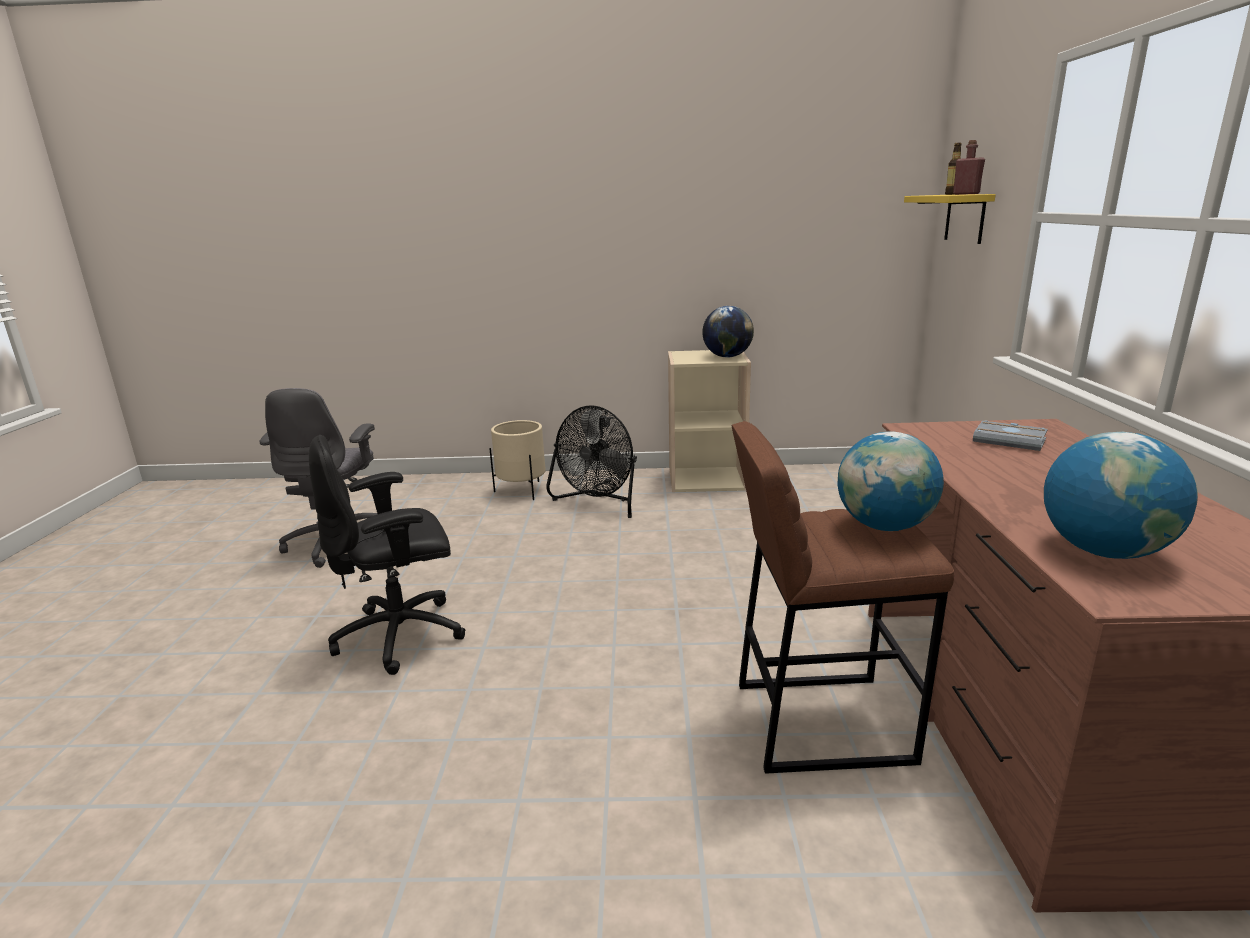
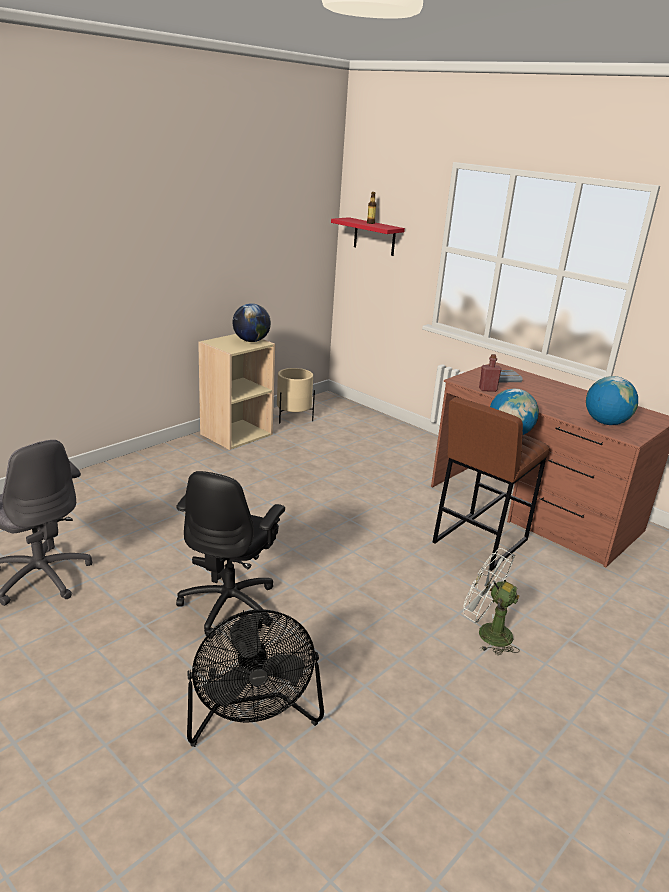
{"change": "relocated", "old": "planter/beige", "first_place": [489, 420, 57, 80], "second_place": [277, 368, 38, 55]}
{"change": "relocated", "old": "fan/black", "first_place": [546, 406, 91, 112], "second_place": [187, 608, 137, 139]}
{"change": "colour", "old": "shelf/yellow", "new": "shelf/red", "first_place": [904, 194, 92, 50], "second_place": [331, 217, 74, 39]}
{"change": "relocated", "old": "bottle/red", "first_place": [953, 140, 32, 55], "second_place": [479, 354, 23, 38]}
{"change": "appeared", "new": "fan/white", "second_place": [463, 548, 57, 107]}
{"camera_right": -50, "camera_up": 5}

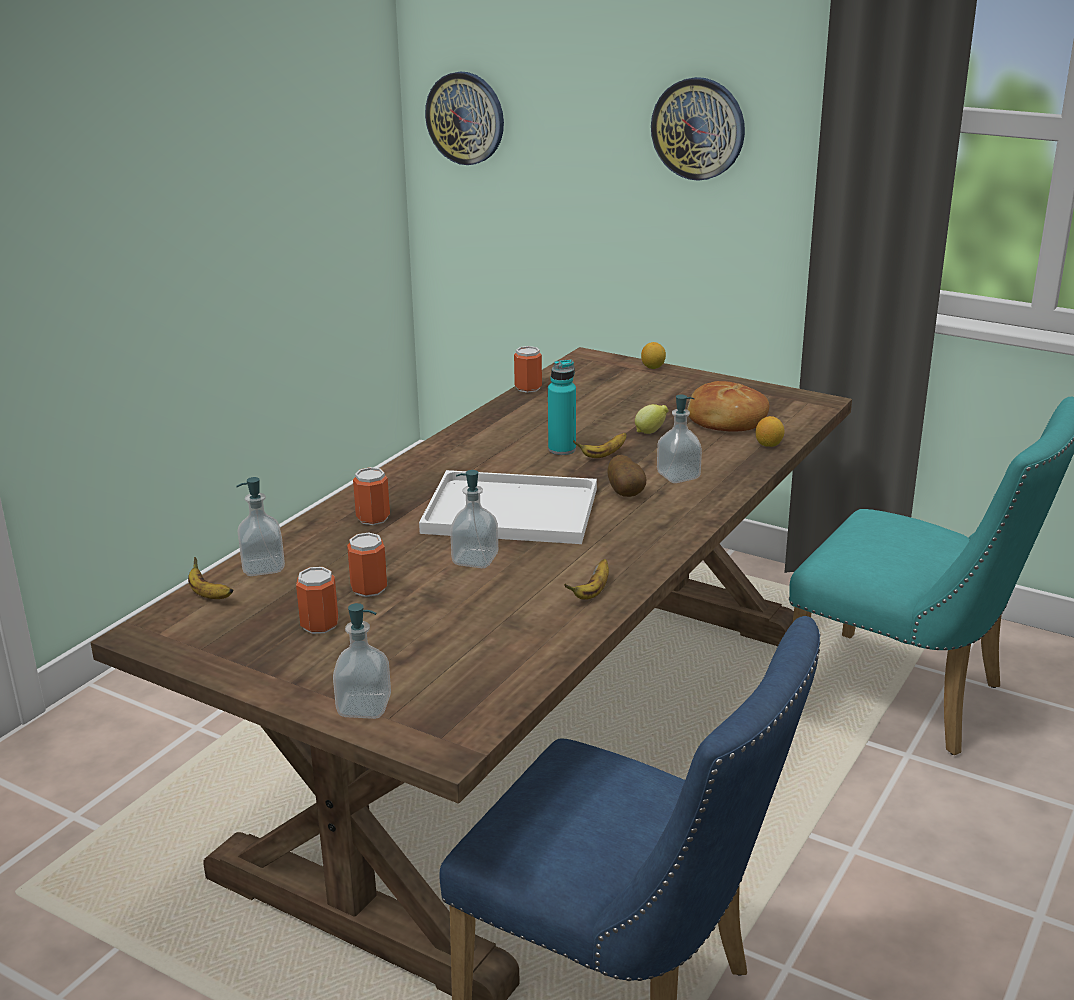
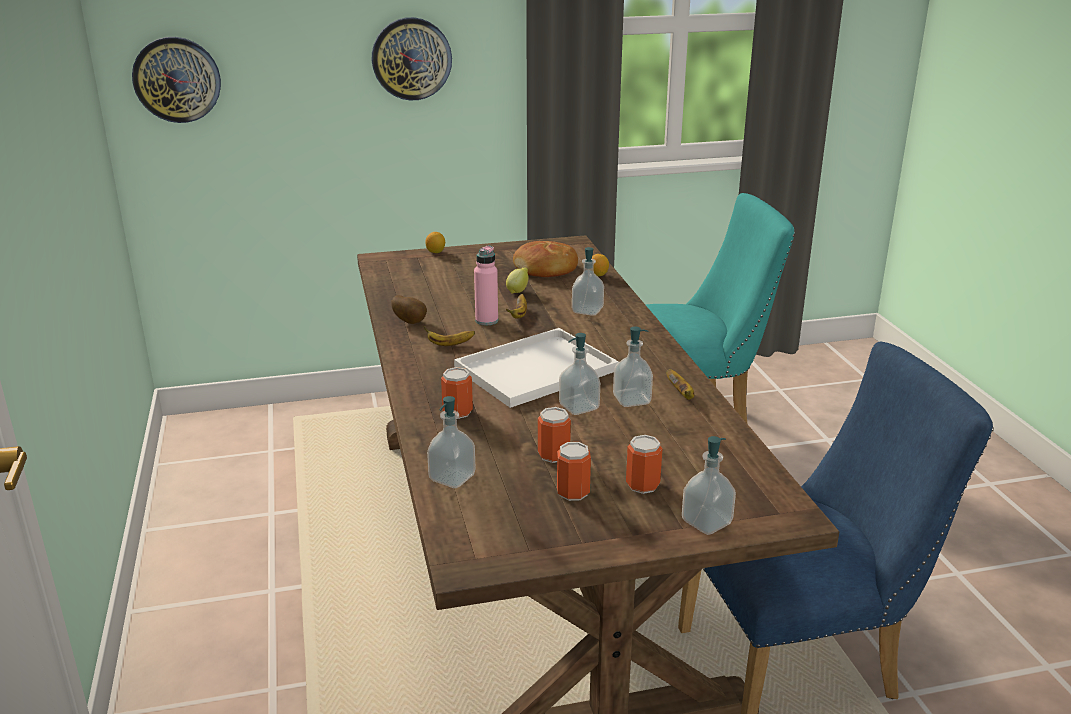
{"change": "relocated", "old": "banana", "first_place": [188, 557, 45, 42], "second_place": [423, 326, 52, 20]}
{"change": "relocated", "old": "can", "first_place": [514, 346, 28, 47], "second_place": [626, 435, 36, 59]}
{"change": "colour", "old": "bottle/turquoise", "new": "bottle/pink", "first_place": [548, 360, 28, 95], "second_place": [474, 246, 24, 79]}
{"change": "relocated", "old": "potato", "first_place": [607, 455, 39, 42], "second_place": [391, 295, 36, 29]}
{"change": "appeared", "new": "soap dispenser", "second_place": [613, 326, 40, 81]}
{"camera_right": -45, "camera_up": 0}

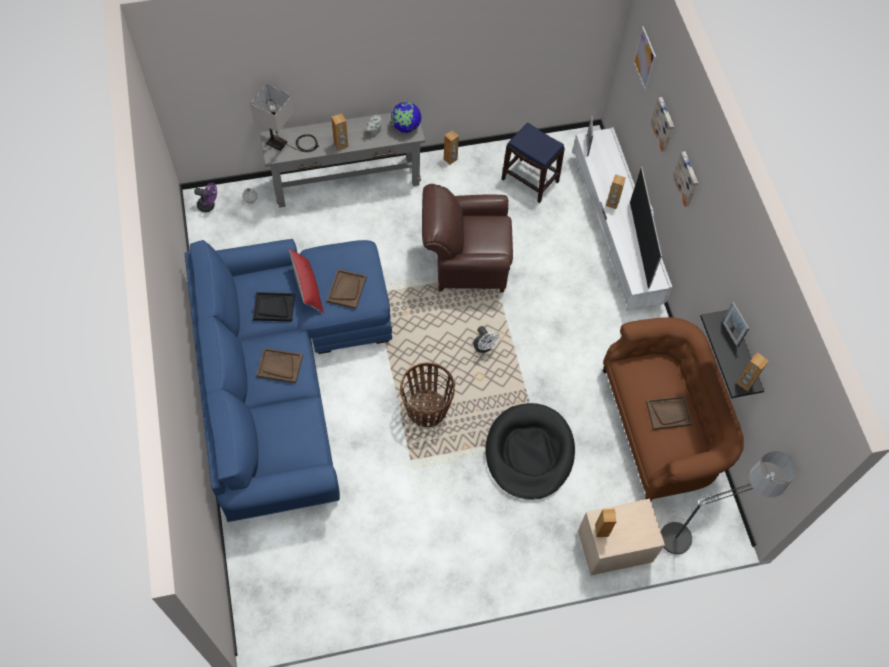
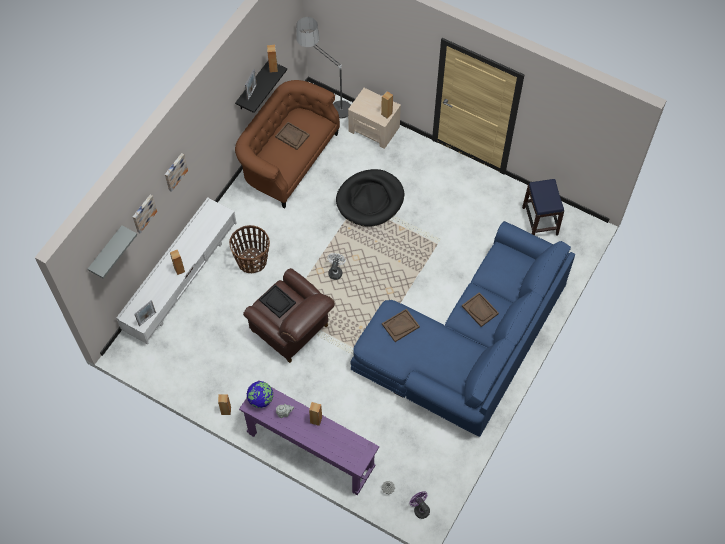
{"change": "missing", "old": "table lamp", "first_place": [250, 84, 69, 68]}
{"change": "relocated", "old": "tray/black", "first_place": [253, 292, 42, 30], "second_place": [259, 284, 37, 34]}
{"change": "colour", "old": "console table/grey", "new": "console table/purple", "first_place": [260, 113, 165, 95], "second_place": [239, 380, 140, 115]}
{"change": "missing", "old": "pillow/red", "first_place": [289, 249, 35, 64]}
{"change": "relocated", "old": "basket", "first_place": [400, 363, 55, 64], "second_place": [229, 225, 41, 48]}
{"change": "relocated", "old": "stool", "first_place": [502, 123, 63, 80], "second_place": [522, 179, 42, 57]}
{"change": "missing", "old": "television", "first_place": [630, 167, 32, 122]}
{"change": "exchanged", "old": "picture", "new": "shelf/grey", "first_place": [633, 26, 23, 65], "second_place": [88, 226, 49, 53]}
{"camera_right": -135, "camera_up": 0}

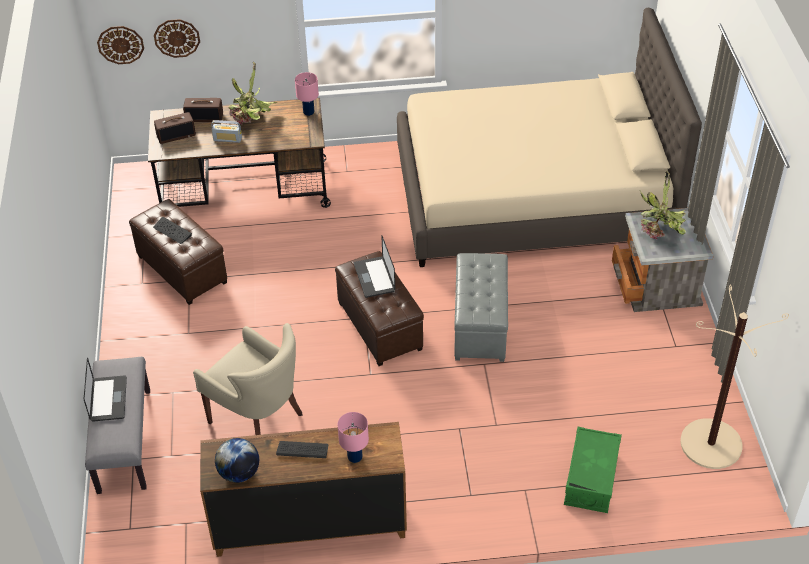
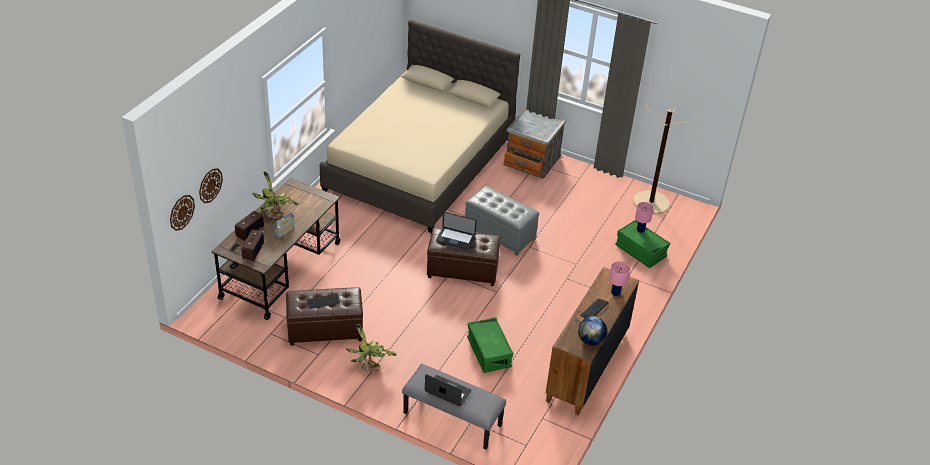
{"change": "exchanged", "old": "armchair/beige", "new": "storage box/green", "first_place": [193, 323, 110, 112], "second_place": [467, 317, 46, 56]}
{"change": "relocated", "old": "table lamp/pink", "first_place": [295, 72, 24, 44], "second_place": [635, 202, 19, 31]}
{"change": "relocated", "old": "potted plant", "first_place": [640, 171, 46, 69], "second_place": [346, 324, 50, 48]}
{"camera_right": -60, "camera_up": -5}

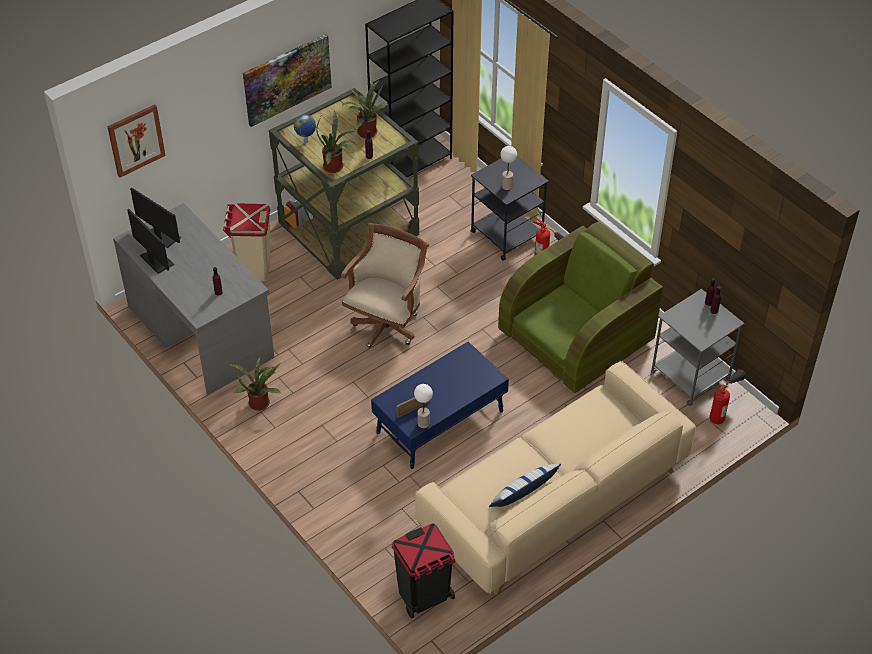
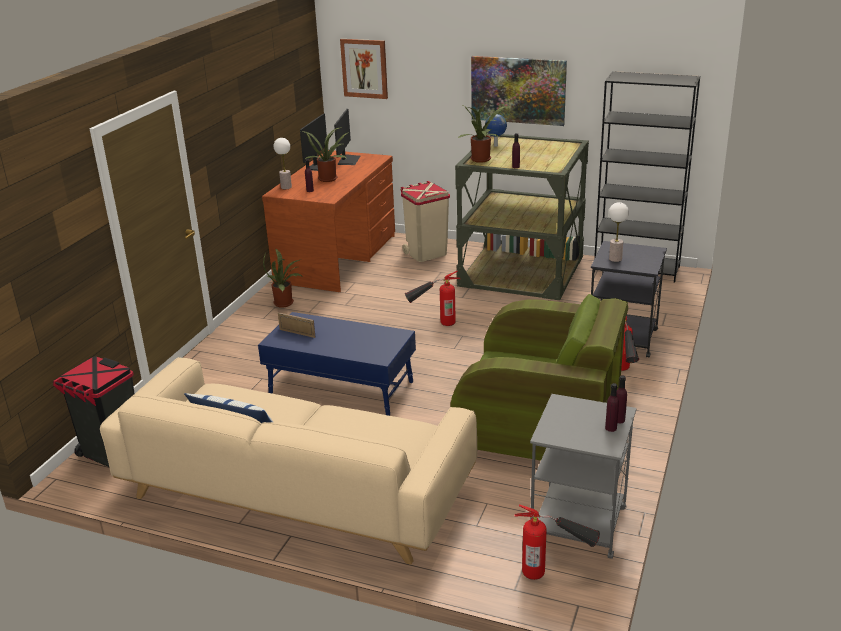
{"change": "colour", "old": "desk/grey", "new": "desk/brown", "first_place": [113, 203, 161, 192], "second_place": [262, 151, 133, 141]}
{"change": "exchanged", "old": "office chair", "new": "fire extinguisher", "first_place": [341, 223, 88, 125], "second_place": [405, 270, 55, 56]}
{"change": "relocated", "old": "potted plant", "first_place": [342, 80, 46, 58], "second_place": [301, 127, 48, 55]}
{"change": "relocated", "old": "table lamp", "first_place": [414, 384, 19, 44], "second_place": [274, 138, 18, 51]}
{"camera_right": 60, "camera_up": -20}

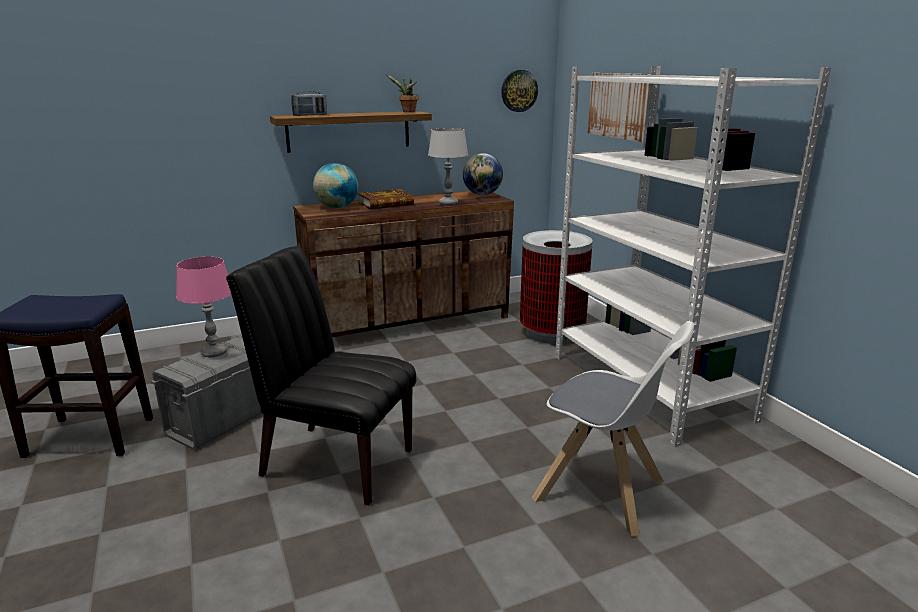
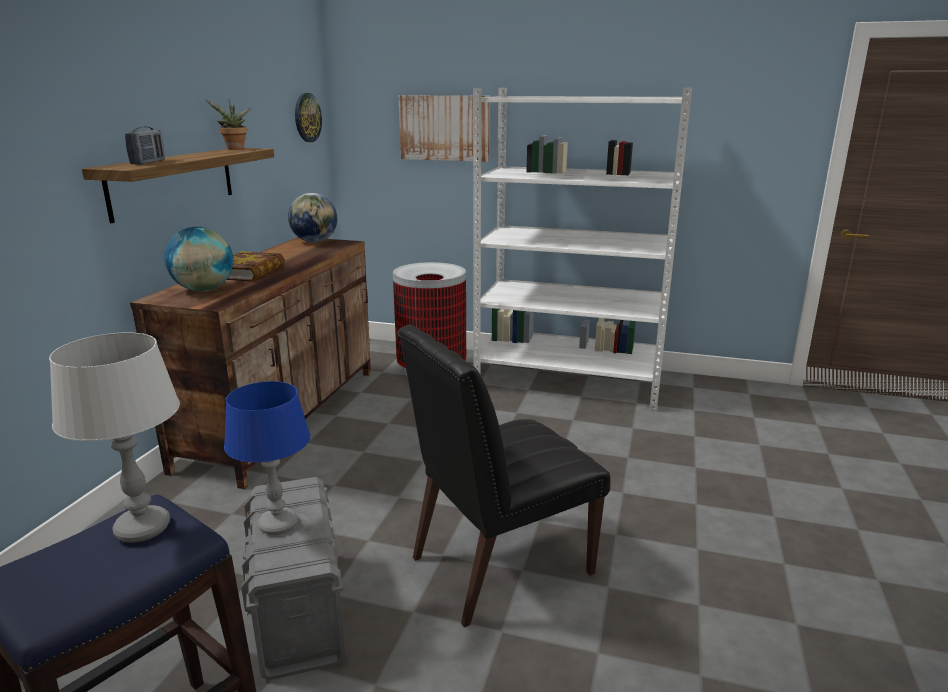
{"change": "colour", "old": "table lamp/pink", "new": "table lamp/blue", "first_place": [176, 257, 55, 101], "second_place": [224, 381, 86, 154]}
{"change": "relocated", "old": "table lamp/grey", "first_place": [428, 128, 40, 77], "second_place": [49, 332, 131, 211]}
{"change": "missing", "old": "chair", "first_place": [532, 321, 162, 216]}
{"camera_right": -50, "camera_up": 0}

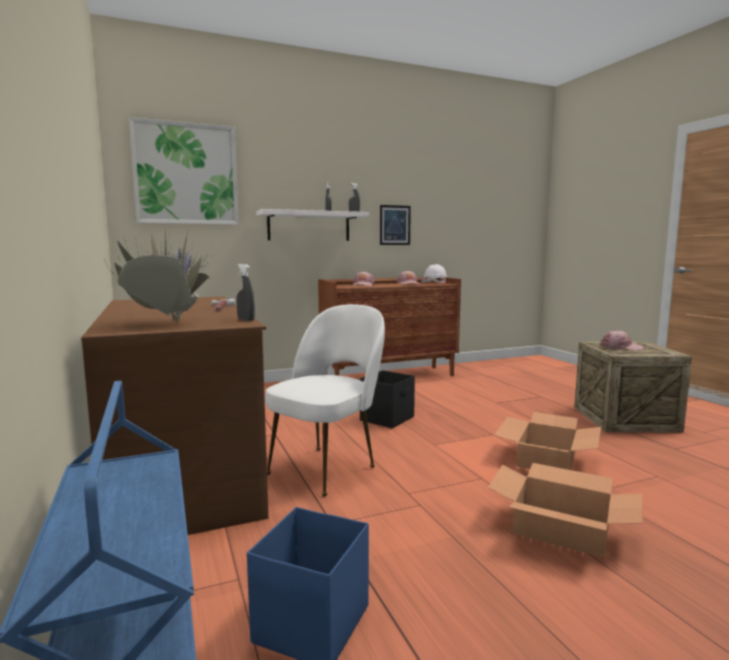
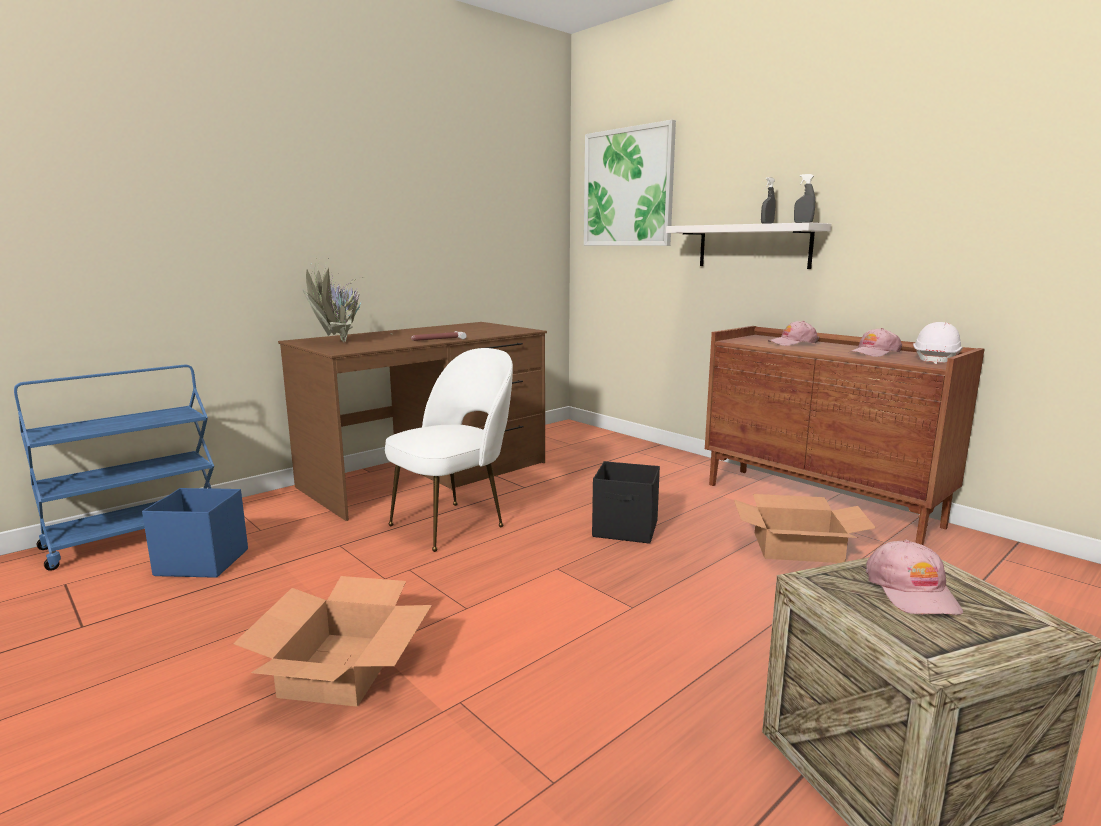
{"change": "missing", "old": "spray bottle/grey", "first_place": [236, 264, 19, 57]}
{"change": "spun", "old": "chair/white", "first_place": [265, 304, 120, 193], "second_place": [385, 348, 128, 204], "degrees": -60}
{"change": "missing", "old": "picture", "first_place": [380, 205, 31, 40]}
{"change": "relocated", "old": "cardboard box", "first_place": [494, 412, 107, 58], "second_place": [734, 494, 142, 69]}
{"camera_right": 70, "camera_up": 5}

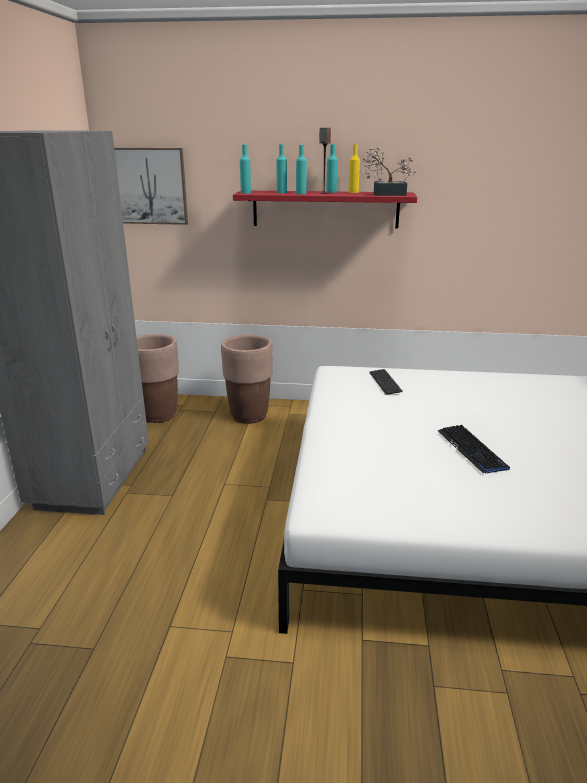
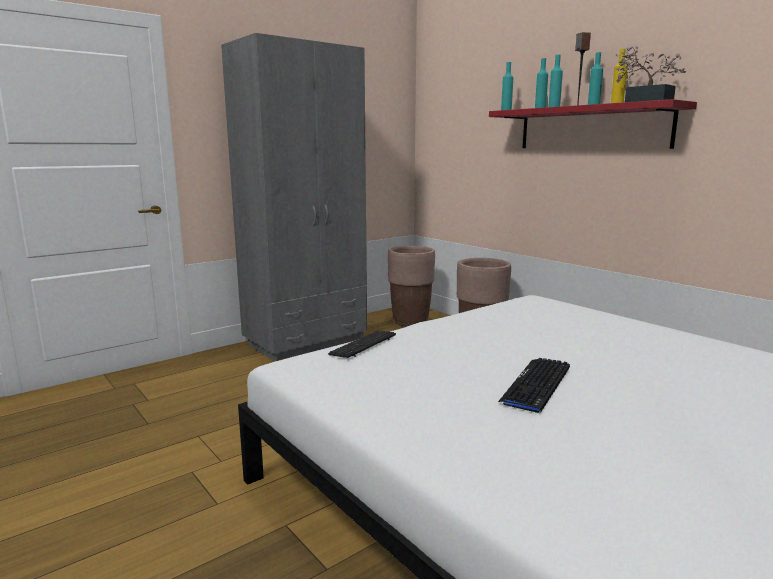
{"change": "missing", "old": "picture", "first_place": [114, 148, 74, 77]}
{"change": "relocated", "old": "keyboard", "first_place": [369, 369, 33, 26], "second_place": [328, 330, 68, 28]}
{"camera_right": 45, "camera_up": -10}

